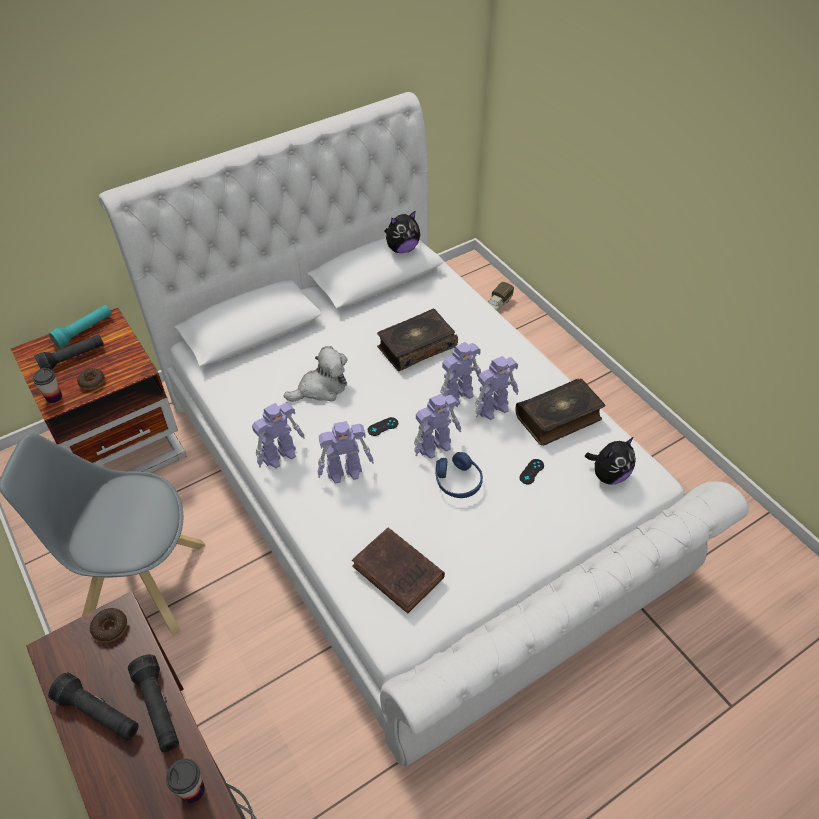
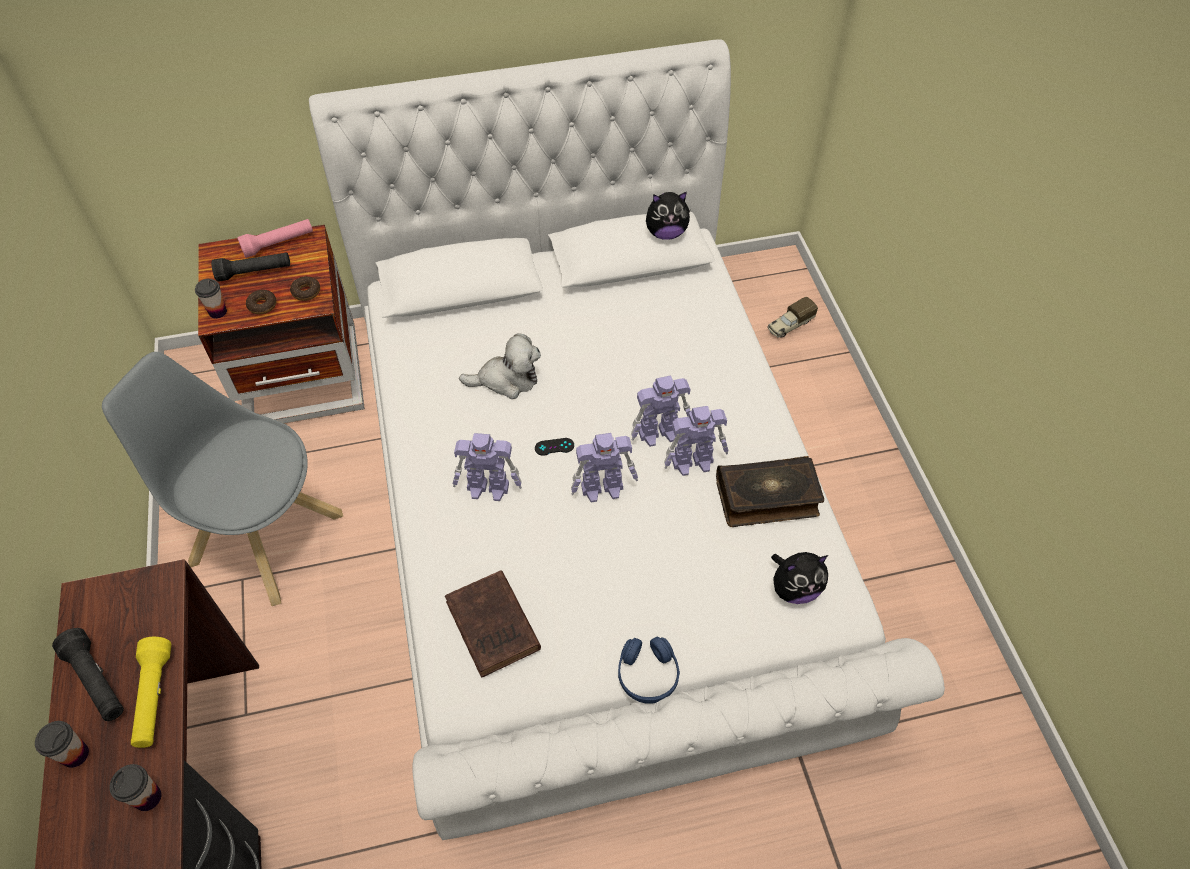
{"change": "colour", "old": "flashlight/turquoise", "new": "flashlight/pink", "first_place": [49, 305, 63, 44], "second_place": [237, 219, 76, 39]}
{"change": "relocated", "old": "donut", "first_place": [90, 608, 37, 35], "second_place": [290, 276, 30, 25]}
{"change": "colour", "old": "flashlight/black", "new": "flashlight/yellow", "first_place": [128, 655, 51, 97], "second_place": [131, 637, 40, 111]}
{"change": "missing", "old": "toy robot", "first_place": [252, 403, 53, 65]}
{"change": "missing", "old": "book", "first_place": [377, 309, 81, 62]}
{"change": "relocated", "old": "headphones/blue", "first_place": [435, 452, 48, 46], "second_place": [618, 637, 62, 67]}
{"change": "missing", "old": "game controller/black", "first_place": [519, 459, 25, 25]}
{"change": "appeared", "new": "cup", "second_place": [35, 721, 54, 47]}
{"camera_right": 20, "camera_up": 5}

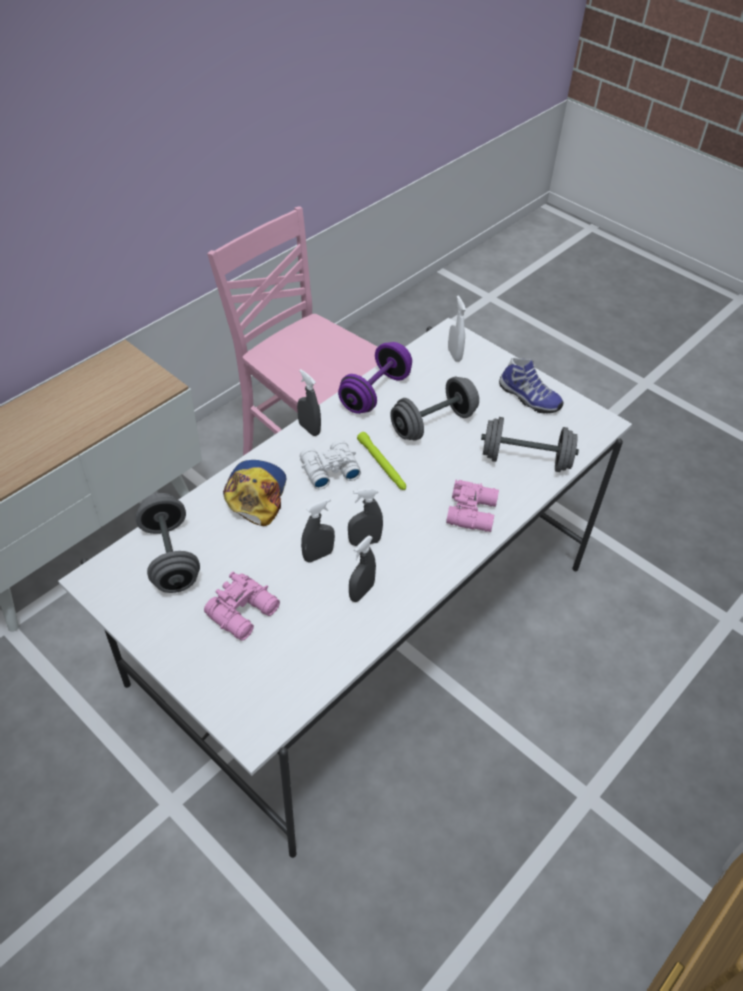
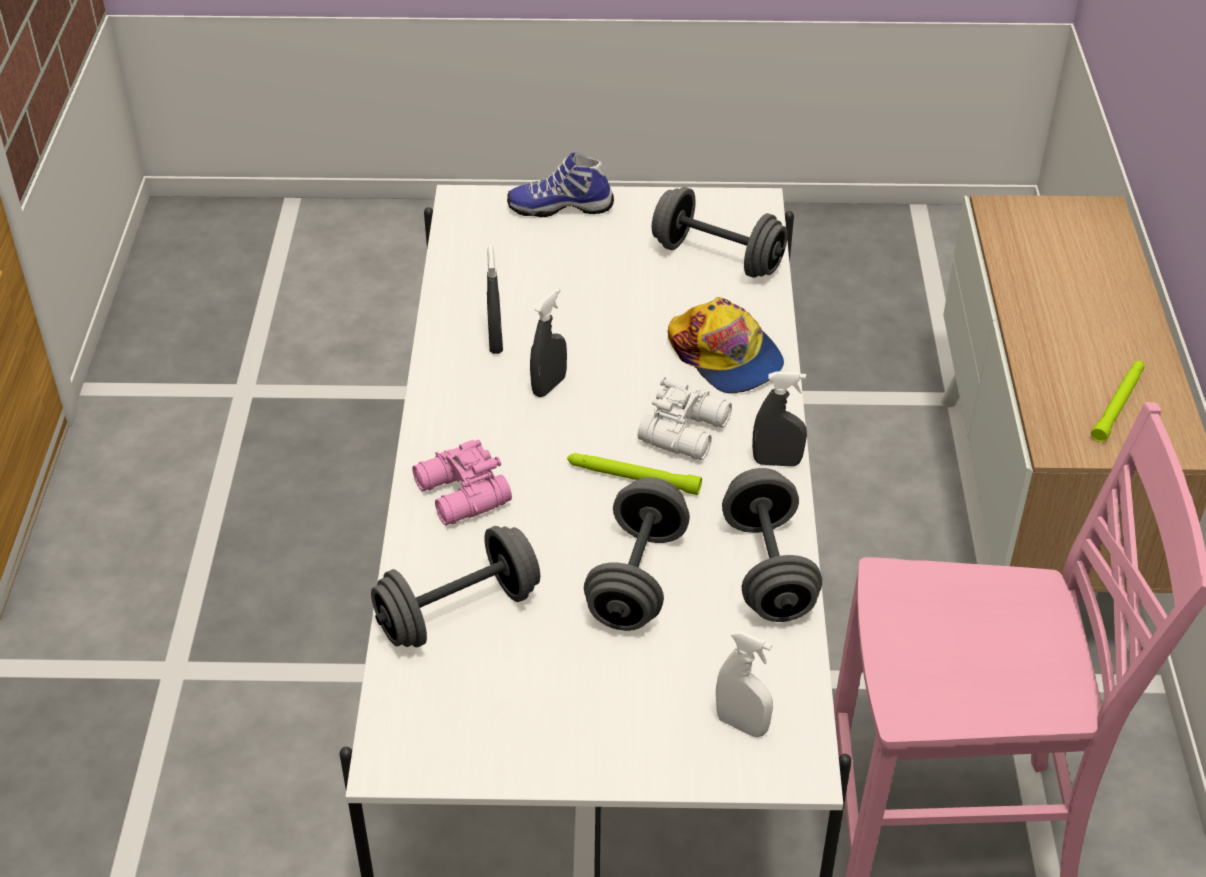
{"change": "missing", "old": "binoculars/pink", "first_place": [204, 572, 76, 69]}
{"change": "missing", "old": "spray bottle/grey", "first_place": [301, 498, 34, 65]}
{"change": "colour", "old": "dumbbell/purple", "new": "dumbbell/grey", "first_place": [338, 342, 74, 72], "second_place": [722, 468, 100, 154]}
{"change": "relocated", "old": "shoe", "first_place": [499, 358, 64, 56], "second_place": [507, 152, 107, 65]}
{"change": "appeared", "new": "flashlight/green", "second_place": [1091, 361, 53, 81]}
{"camera_right": 140, "camera_up": -5}

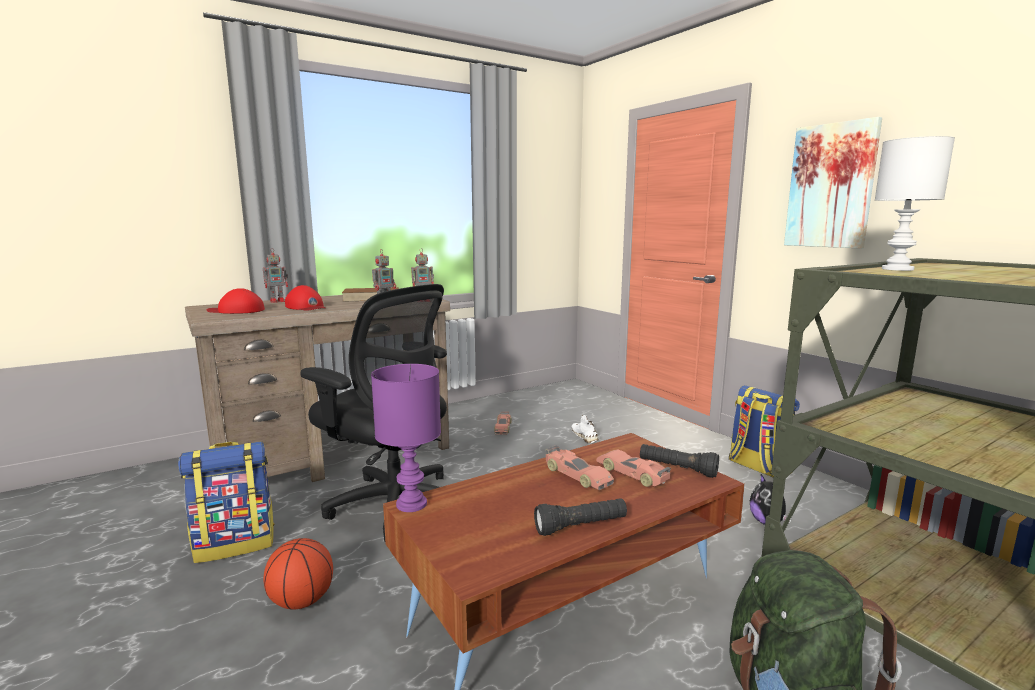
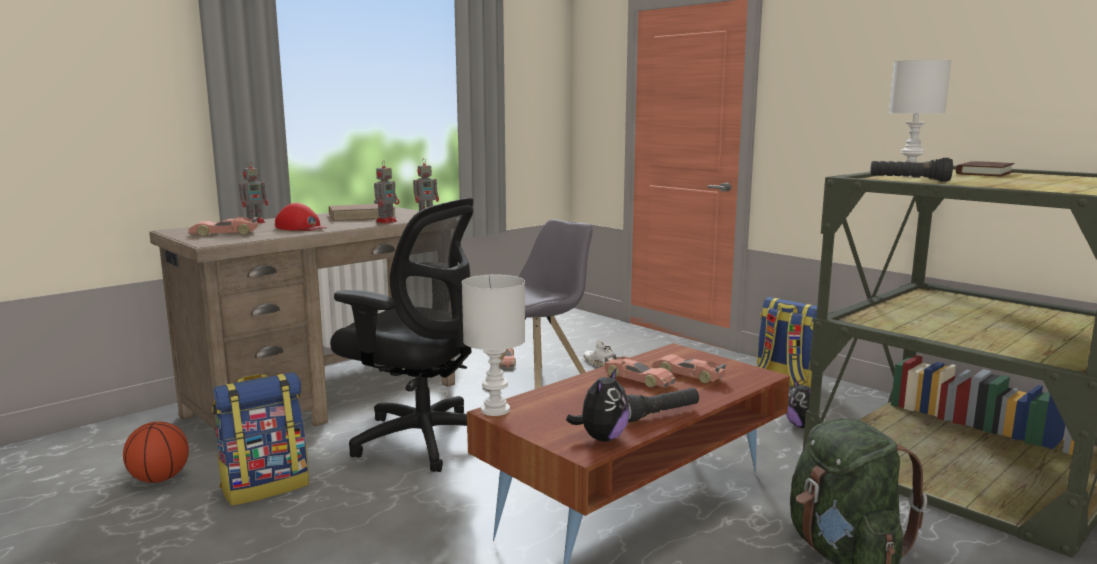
{"change": "exchanged", "old": "cap/red", "new": "toy car", "first_place": [207, 288, 58, 26], "second_place": [189, 217, 69, 19]}
{"change": "relocated", "old": "basketball", "first_place": [264, 538, 69, 72], "second_place": [123, 421, 66, 62]}
{"change": "colour", "old": "table lamp/purple", "new": "table lamp/white", "first_place": [371, 364, 70, 148], "second_place": [462, 275, 63, 141]}
{"change": "relocated", "old": "flashlight/black", "first_place": [640, 444, 79, 34], "second_place": [870, 158, 83, 24]}
{"change": "missing", "old": "picture", "first_place": [784, 117, 98, 132]}
{"change": "appeared", "new": "chair/grey", "second_place": [485, 219, 108, 170]}
{"change": "appeared", "new": "plush toy", "second_place": [566, 367, 64, 75]}
{"change": "appeared", "new": "book/brown", "second_place": [956, 161, 59, 15]}
{"camera_right": -10, "camera_up": 0}

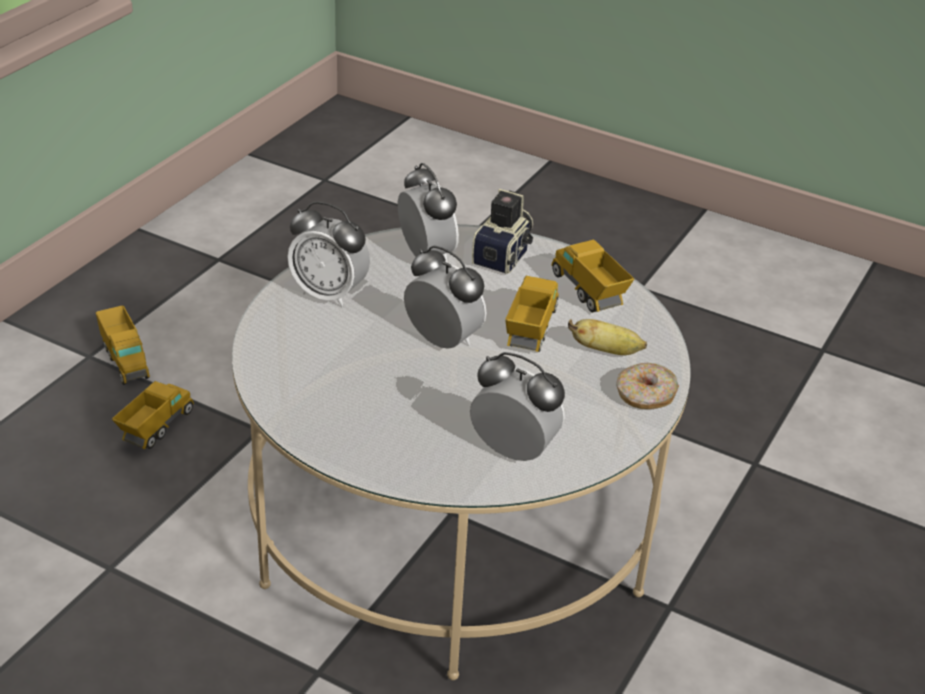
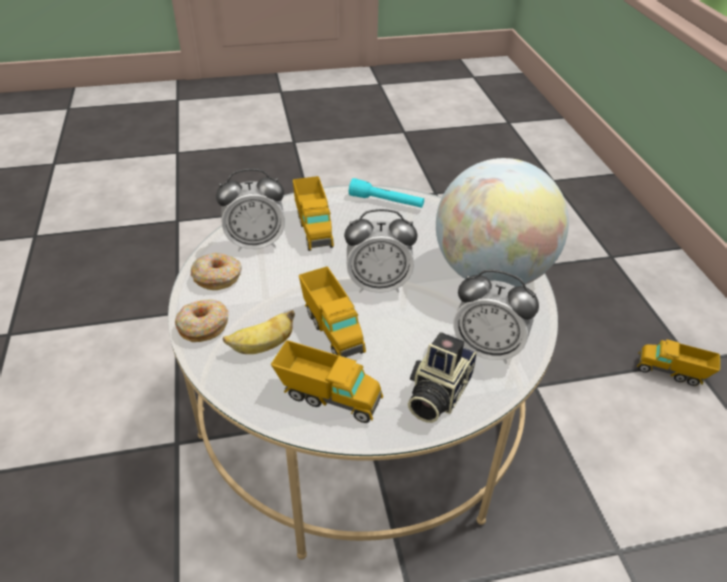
{"change": "relocated", "old": "toy truck", "first_place": [112, 381, 82, 68], "second_place": [293, 176, 41, 75]}
{"change": "exchanged", "old": "alarm clock", "new": "globe", "first_place": [287, 202, 83, 105], "second_place": [436, 158, 133, 129]}
{"change": "spun", "old": "photo camera", "first_place": [472, 189, 61, 85], "second_place": [408, 332, 69, 91], "degrees": 45}
{"change": "appeared", "new": "donut", "second_place": [191, 253, 51, 37]}
{"change": "appeared", "new": "flashlight/turquoise", "second_place": [349, 178, 75, 30]}
{"camera_right": 140, "camera_up": 5}

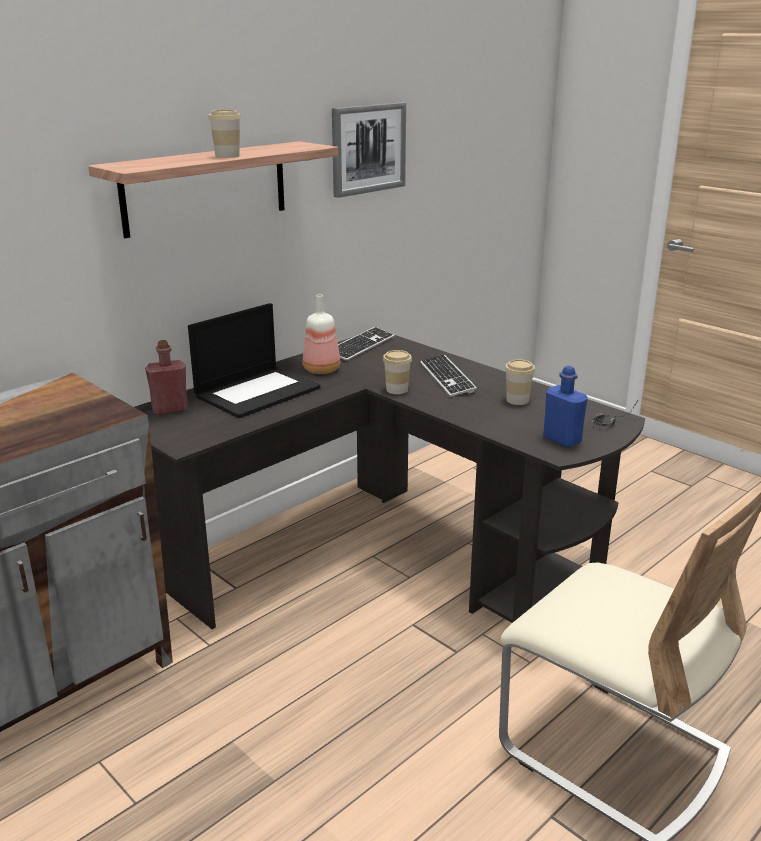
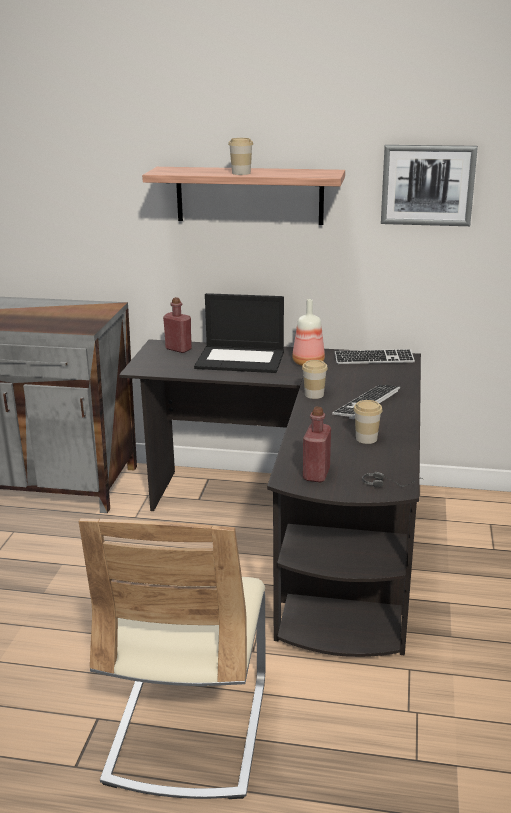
{"change": "colour", "old": "bottle/blue", "new": "bottle/red", "first_place": [543, 366, 45, 82], "second_place": [303, 406, 28, 76]}
{"camera_right": 55, "camera_up": 0}

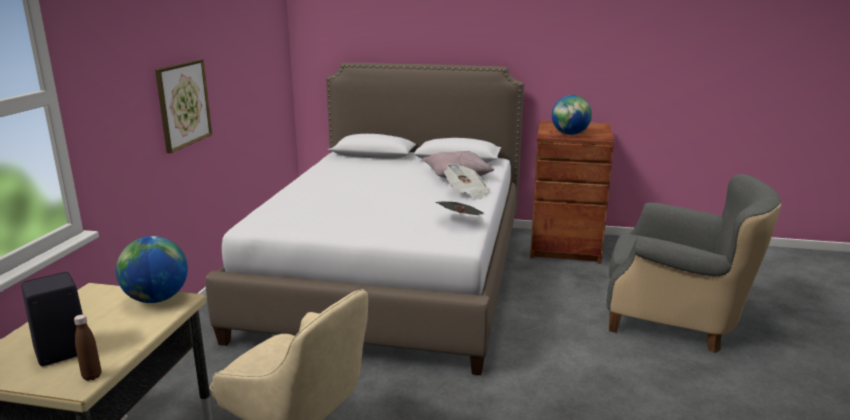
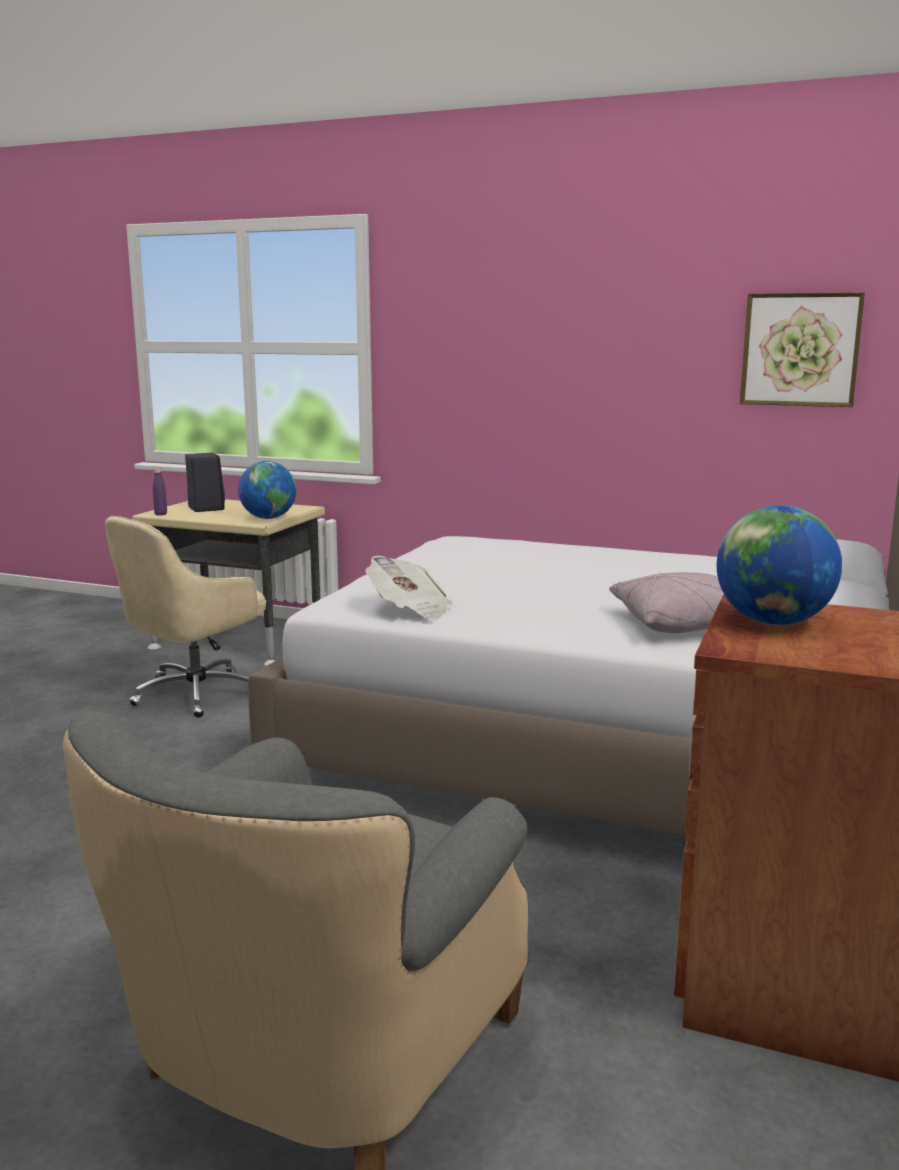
{"change": "colour", "old": "bottle/brown", "new": "bottle/purple", "first_place": [74, 314, 27, 67], "second_place": [153, 468, 14, 47]}
{"change": "relocated", "old": "picture", "first_place": [155, 59, 57, 94], "second_place": [740, 292, 125, 115]}
{"change": "missing", "old": "newspaper", "first_place": [444, 164, 45, 36]}
{"camera_right": 100, "camera_up": -5}

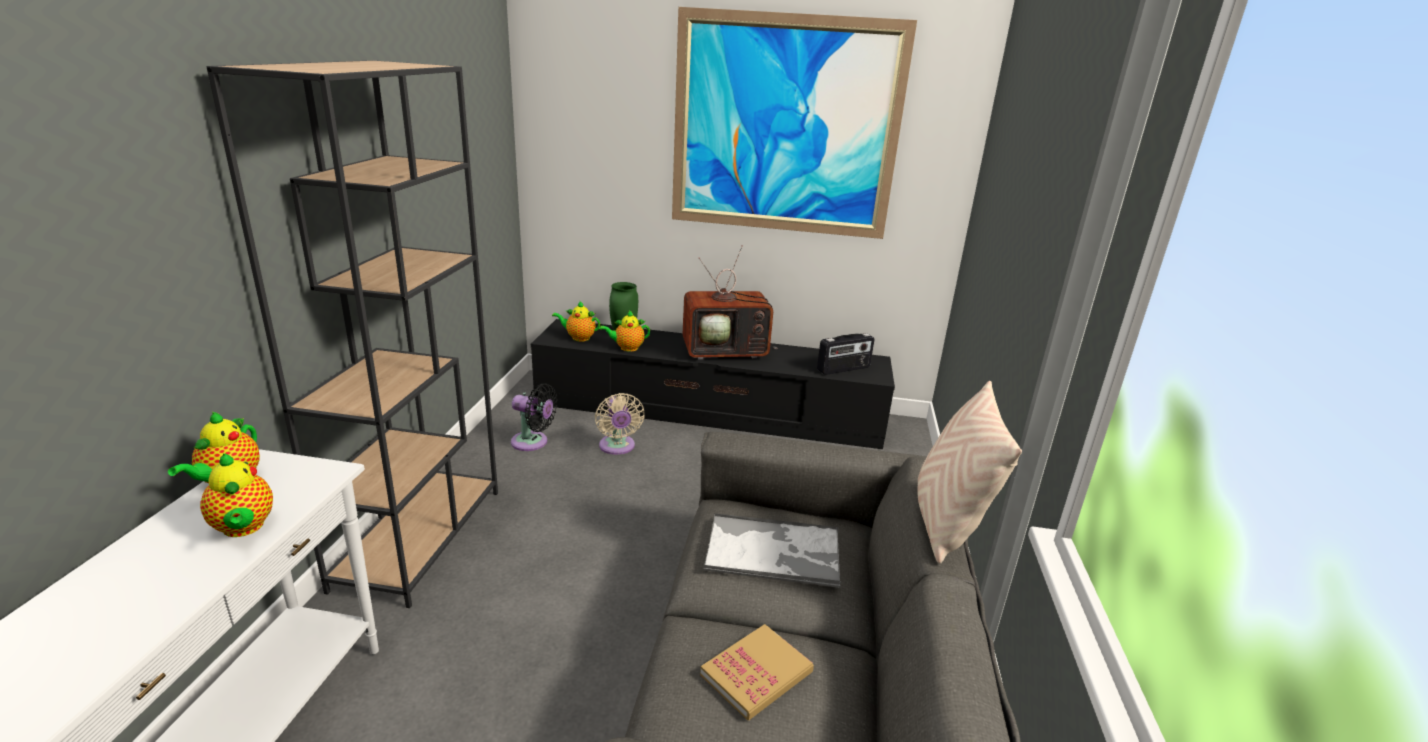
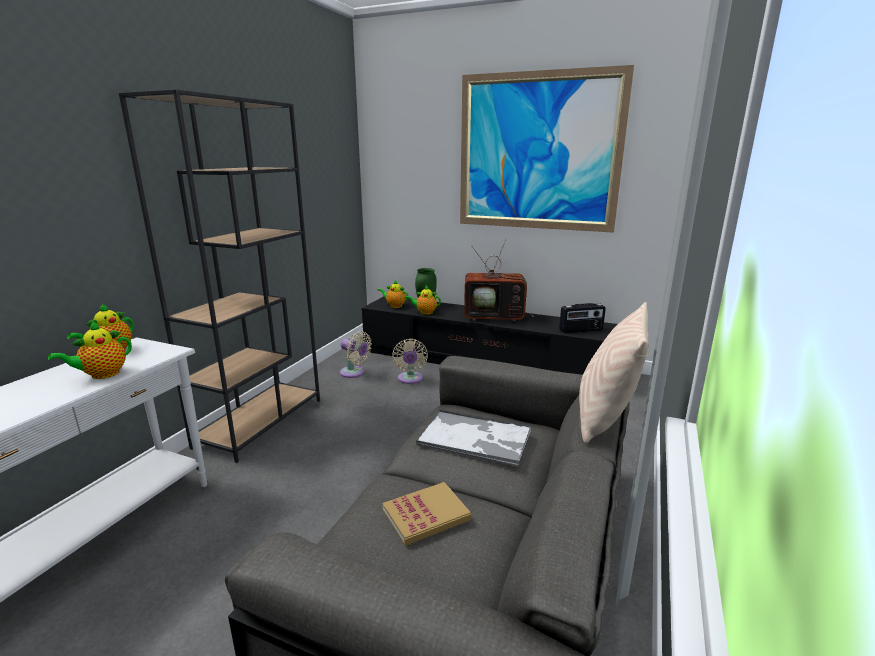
{"change": "spun", "old": "teapot", "first_place": [200, 453, 73, 84], "second_place": [48, 321, 84, 58], "degrees": 60}
{"change": "colour", "old": "fan/black", "new": "fan/beige", "first_place": [511, 383, 46, 68], "second_place": [340, 331, 32, 47]}
{"camera_right": 15, "camera_up": -5}

